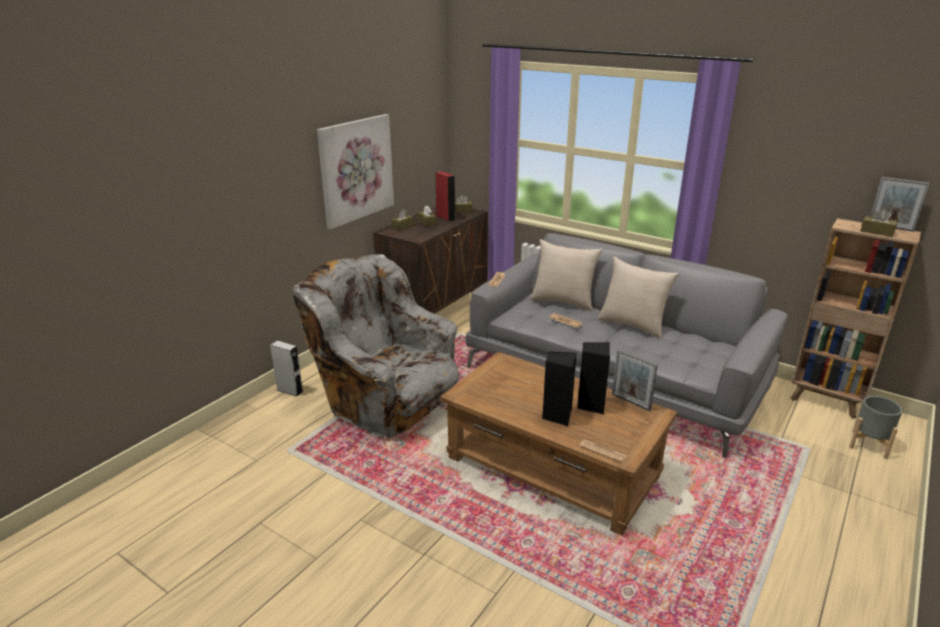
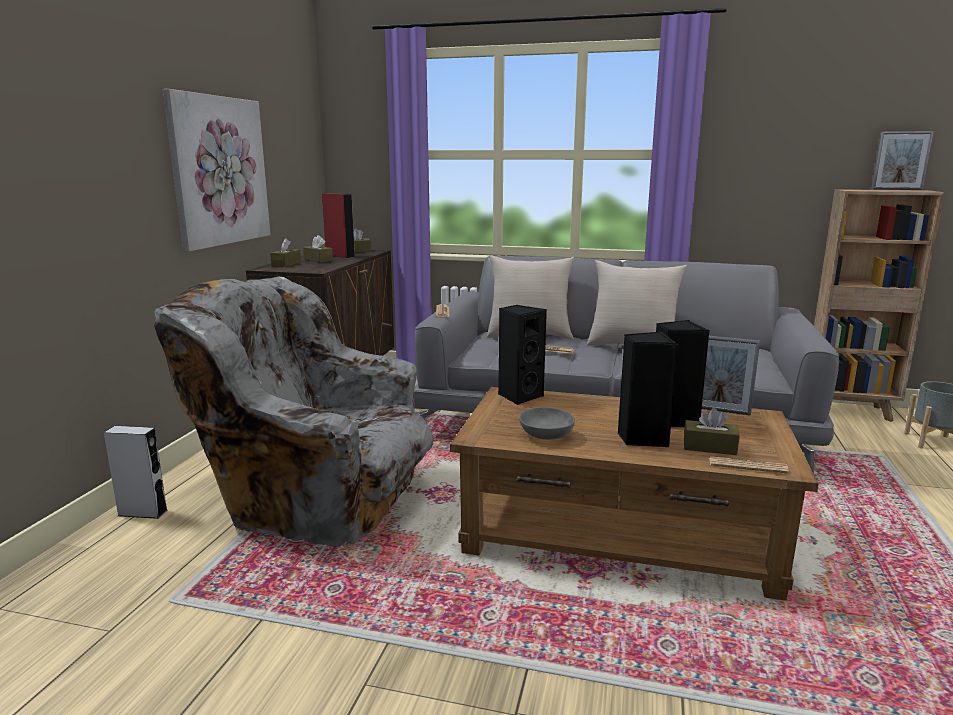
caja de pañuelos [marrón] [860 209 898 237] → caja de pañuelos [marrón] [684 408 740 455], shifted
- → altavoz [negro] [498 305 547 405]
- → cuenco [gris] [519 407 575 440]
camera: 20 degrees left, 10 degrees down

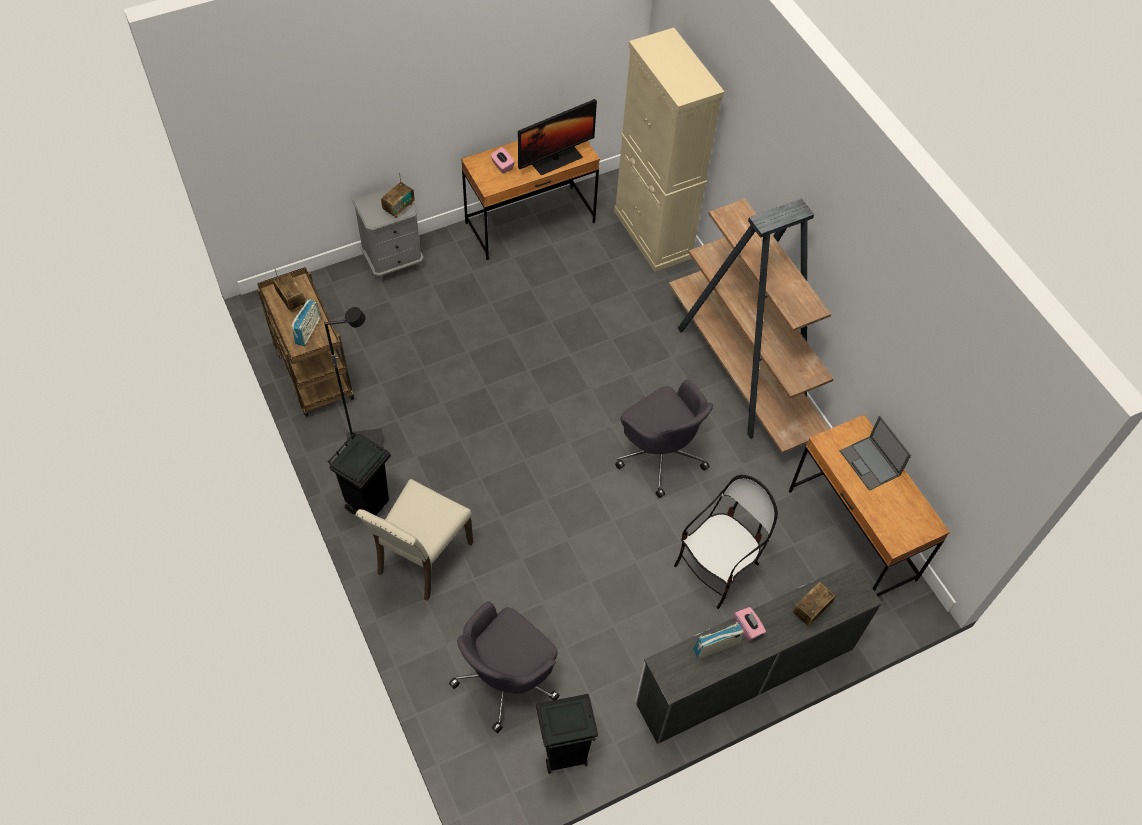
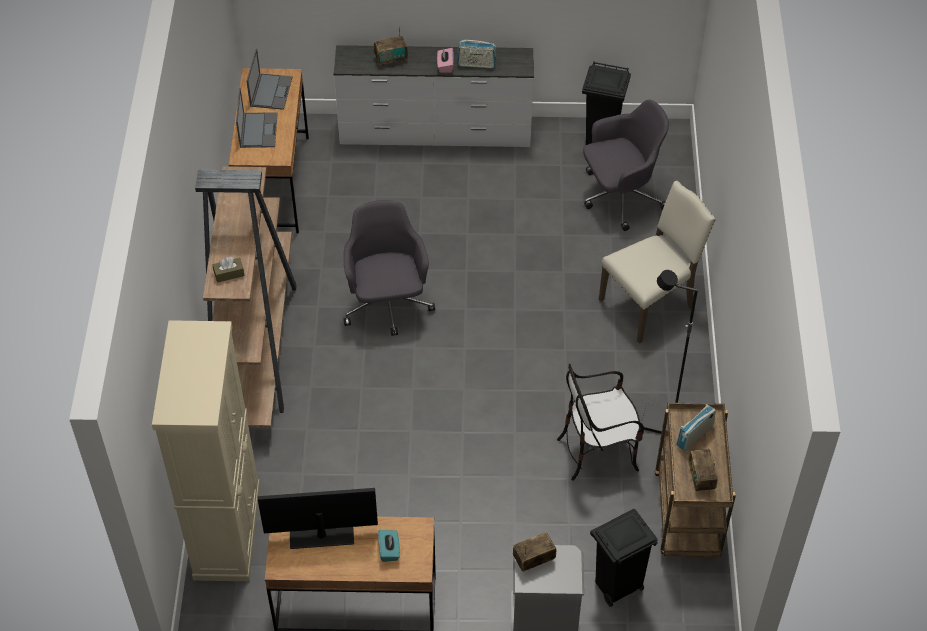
caja de pañuelos [rosa] [490 147 515 174] → caja de pañuelos [turquesa] [378 530 400 562]
papelera [negro] [328 432 391 515] → papelera [negro] [590 509 658 607], shifted
silla [674 475 778 609] → silla [557 364 644 481], shifted
- → portátil [246 48 292 110]
- → caja de pañuelos [marrón] [213 257 245 283]
camera: 150 degrees left, 5 degrees down

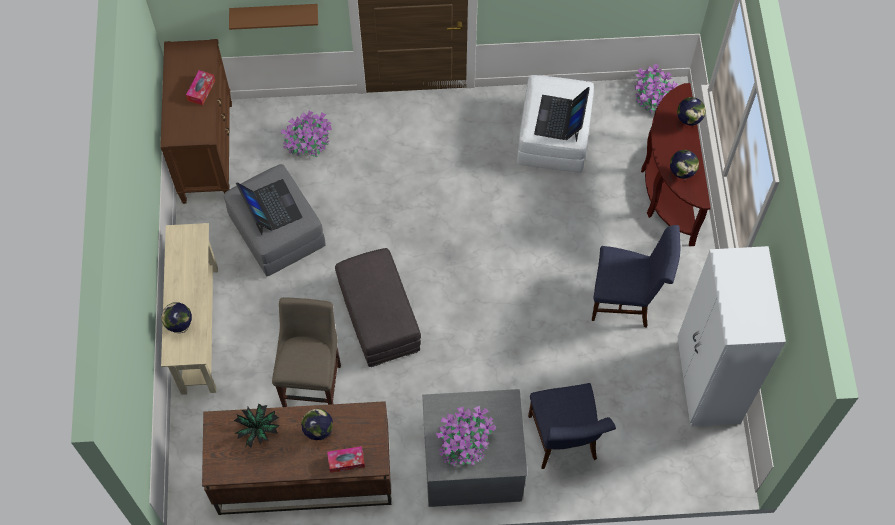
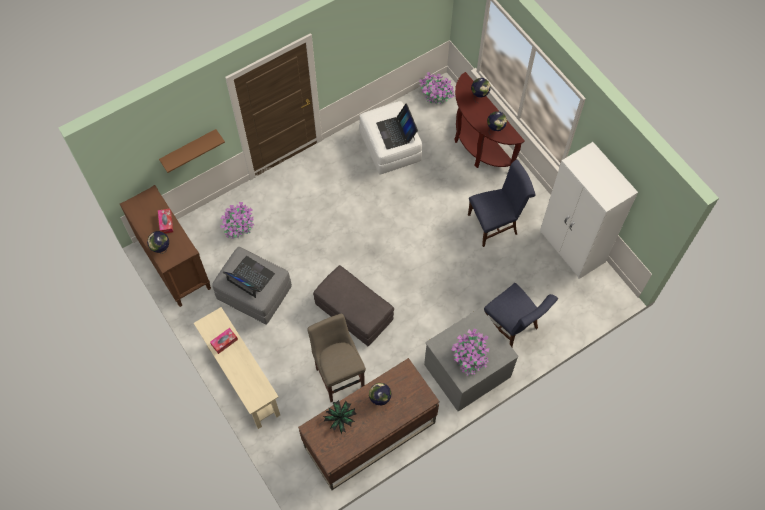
globo terráqueo [161 302 192 333] → globo terráqueo [147 231 169 254], shifted
caja de pañuelos [327 446 365 473] → caja de pañuelos [210 328 238 354], shifted
camera: 30 degrees left, 0 degrees up

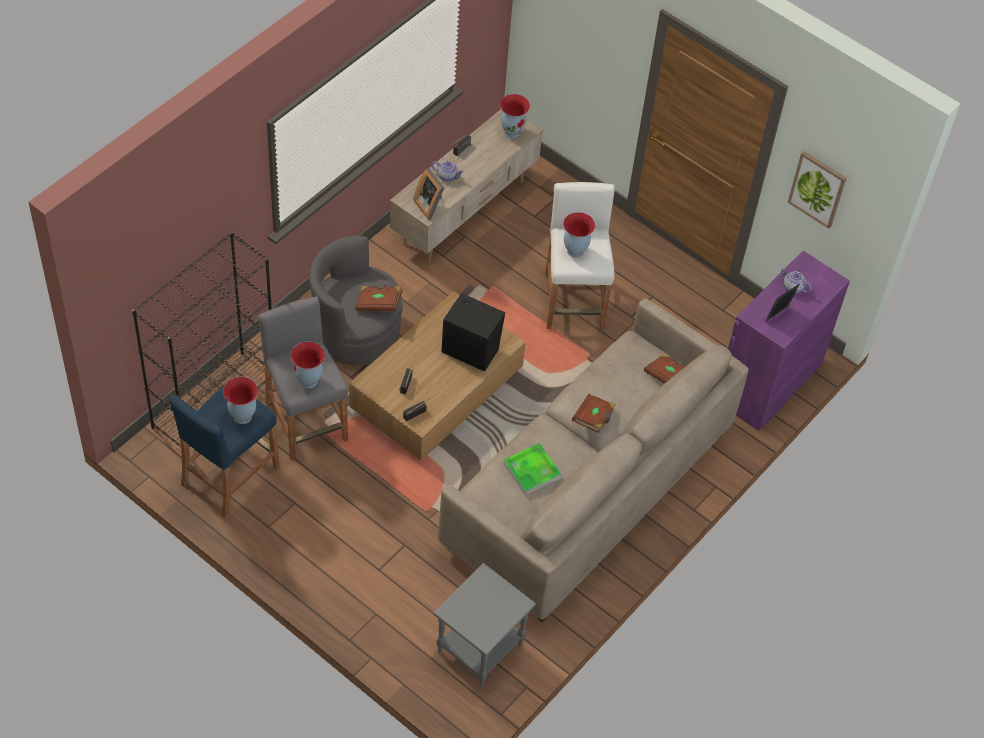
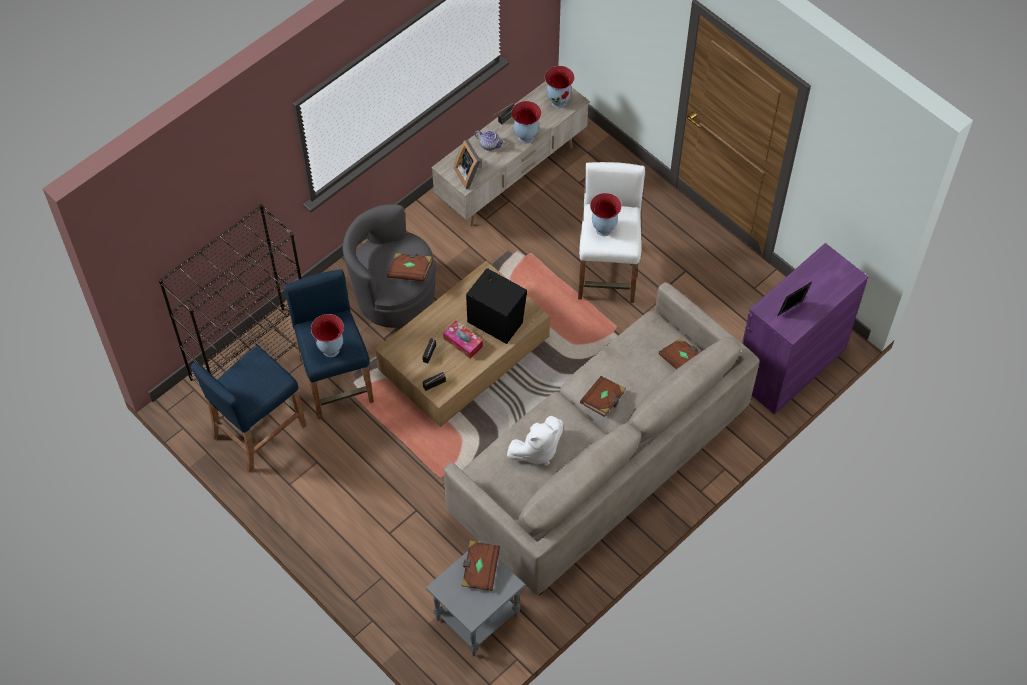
cuadro [788 151 846 229] → -
tetera [780 268 811 294] → -
taburete [gris] [258 297 348 460] → taburete [azul] [284 269 374 419]
florero [223 377 258 424] → florero [511 101 542 143], shifted
bandeja [503 443 561 495] → peluche [blanco] [507 416 563 466]
- → caja de pañuelos [443 321 483 359]
- → libro [marrón] [462 541 500 591]
camera: 10 degrees right, 5 degrees up

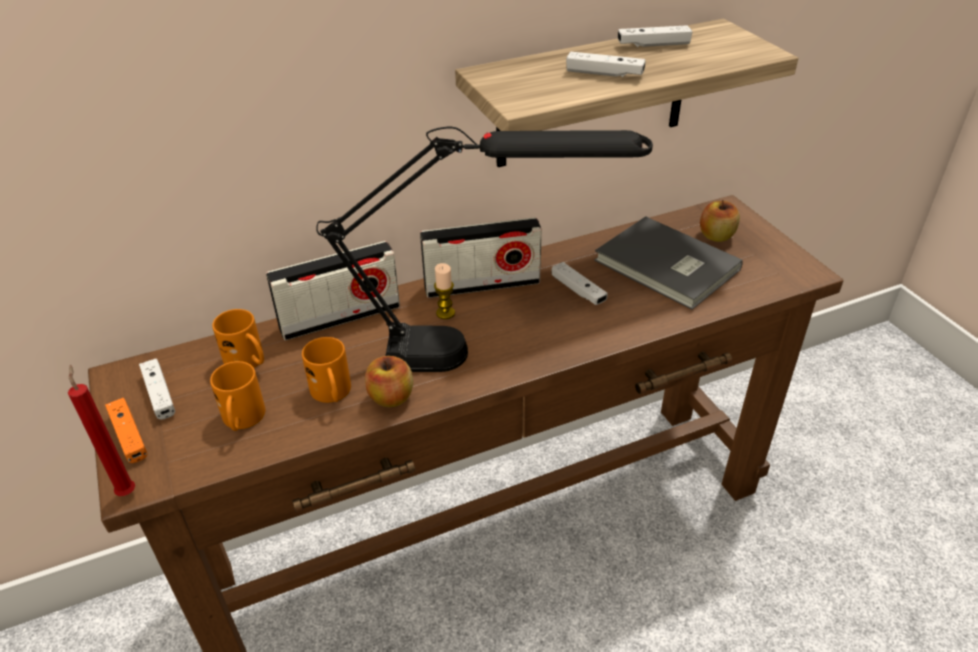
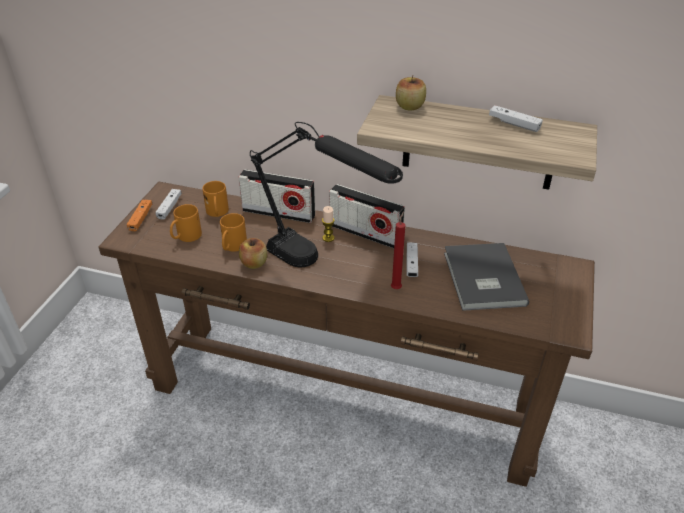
mando de consola [blanco] [566 52 645 77] → -
manzana [700 200 740 242] → manzana [396 75 426 111], shifted
vela [rojo] [68 365 135 496] → vela [rojo] [391 211 405 289], shifted
camera: 40 degrees right, 0 degrees up

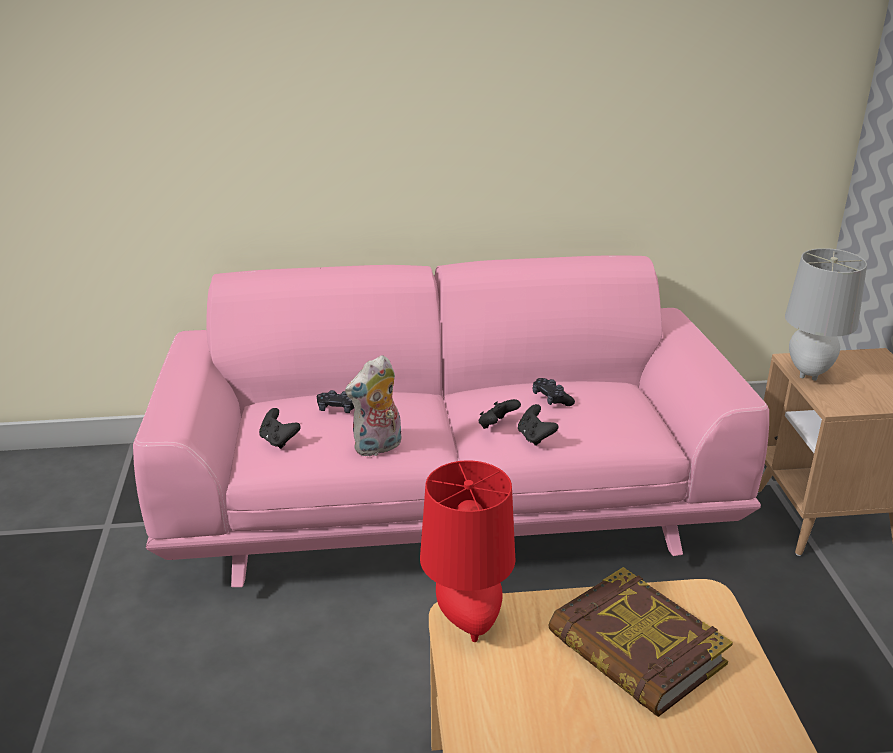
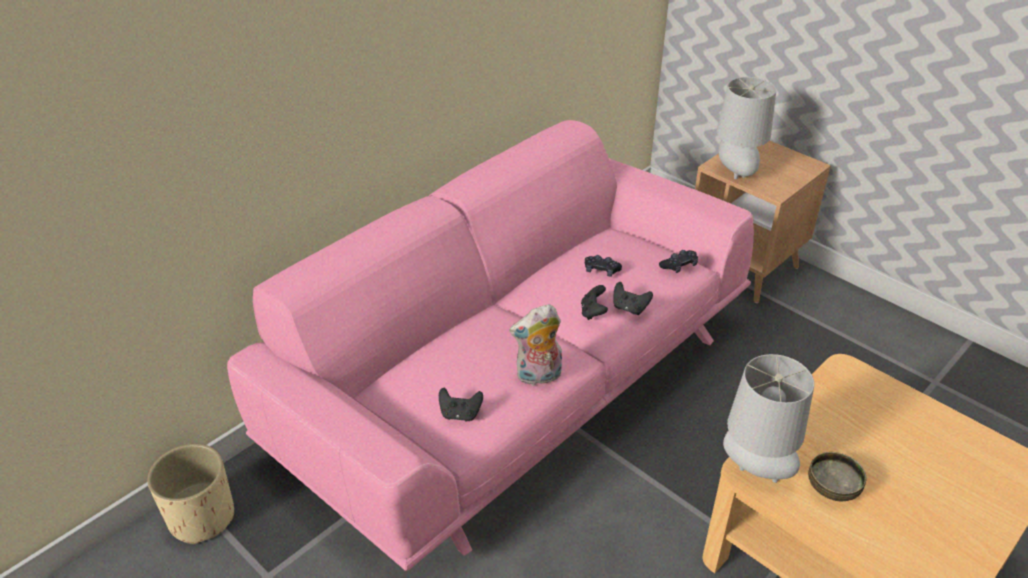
peluche [345 355 401 457] → peluche [509 304 562 386], 60 degrees clockwise
mando de consola [negro] [317 390 354 413] → mando de consola [negro] [659 250 698 273], shifted
lámpara de mesa [rojo] [420 460 515 642] → lámpara de mesa [gris] [723 354 814 483]
libro [548 567 733 717] → -
- → maceta [beis] [148 444 234 544]
- → cuenco [808 452 866 501]
camera: 40 degrees left, 10 degrees up

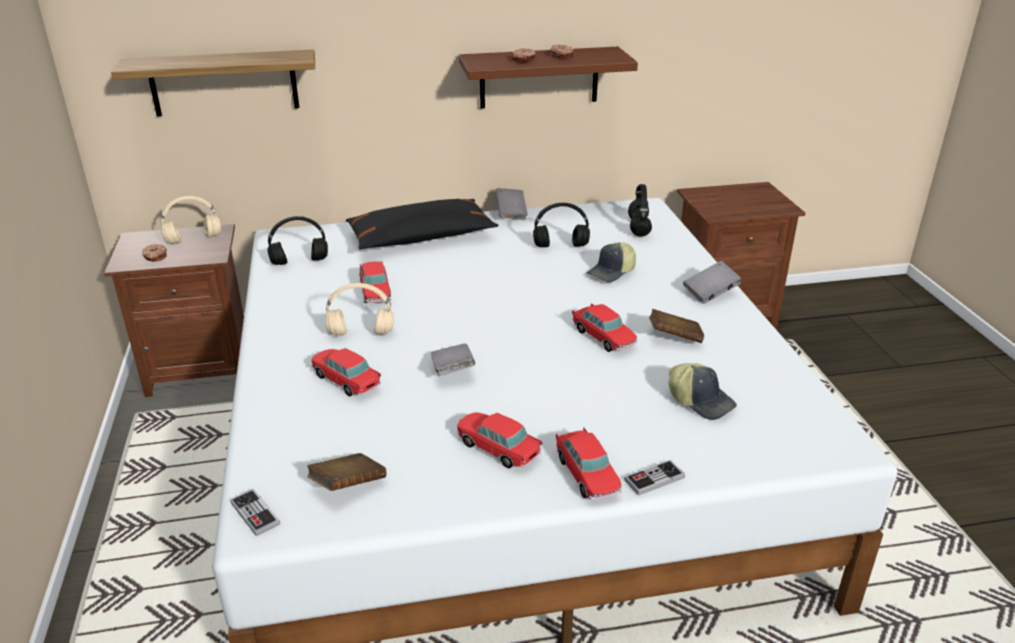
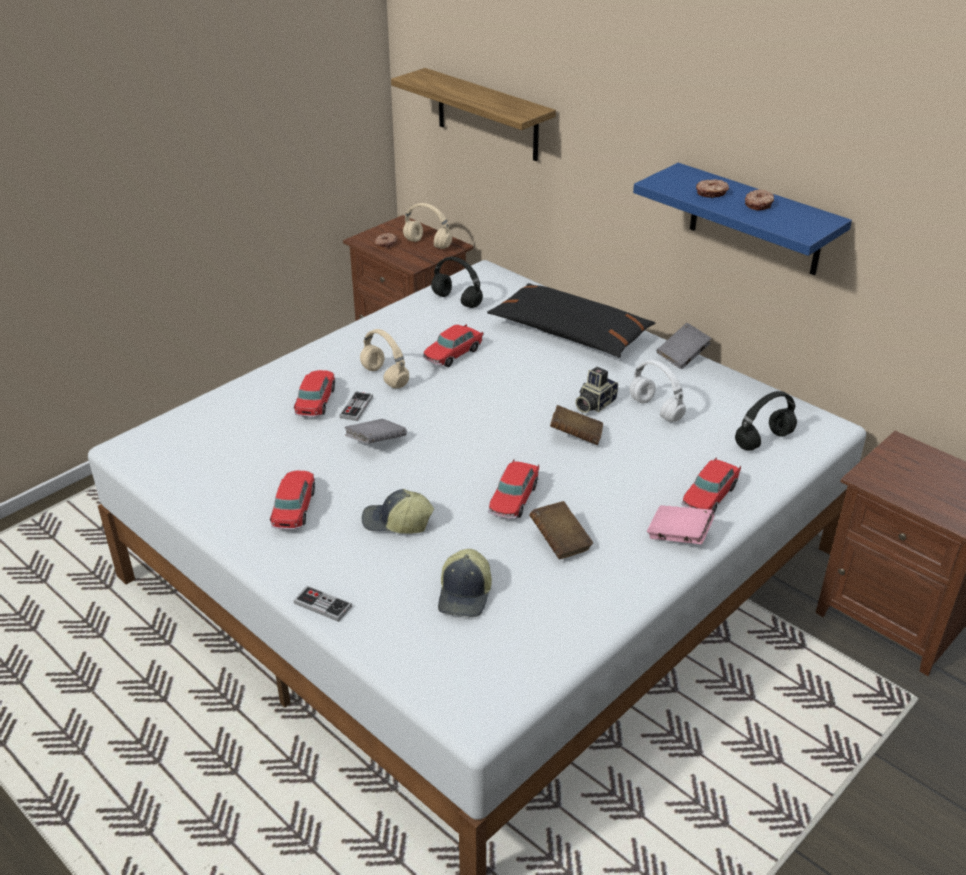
estante [marrón] [459 47 638 108] → estante [azul] [633 163 852 275]
auriculares [negro] [533 203 590 247] → auriculares [blanco] [629 360 686 422]
gorra [587 242 636 282] → gorra [362 489 434 534], shifted
libro [gris] [683 261 741 304] → libro [rosa] [647 505 714 544]
coche de juguete [556 428 622 500] → coche de juguete [681 457 741 513], shifted
libro [marrón] [307 453 386 491] → libro [marrón] [550 405 603 445], shifted
mando de consola [230 489 280 536] → mando de consola [339 391 373 421], shifted
- → cámara [575 367 618 413]
camera: 55 degrees right, 5 degrees up

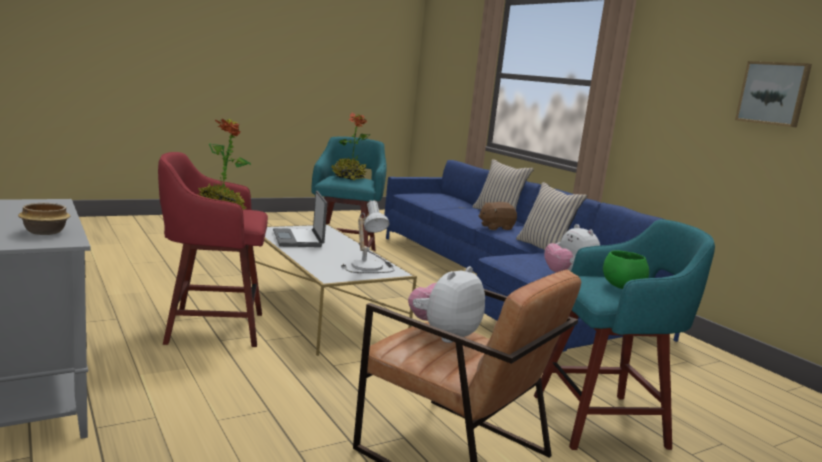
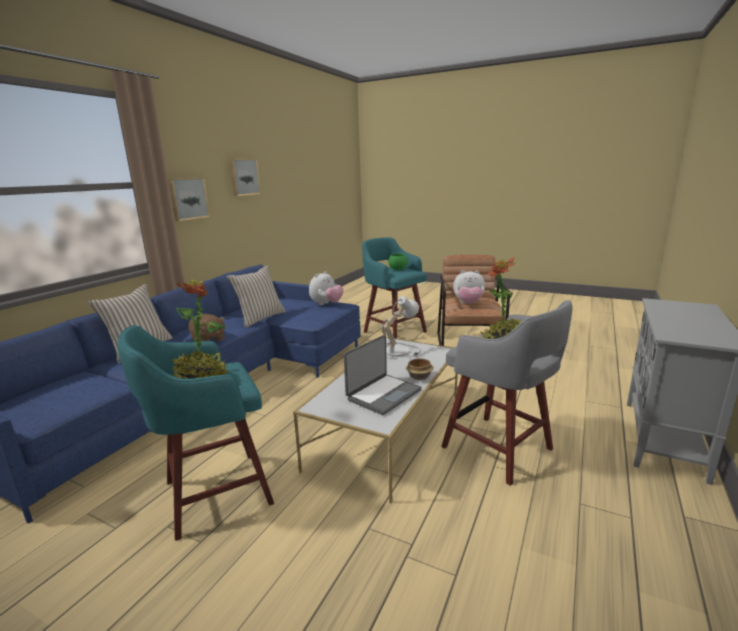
taburete [rojo] [158 152 268 347] → taburete [gris] [441 300 573 486]
cuenco [18 203 70 235] → cuenco [406 358 433 380], shifted
- → cuadro [168 177 210 221]
camera: 120 degrees left, 5 degrees up

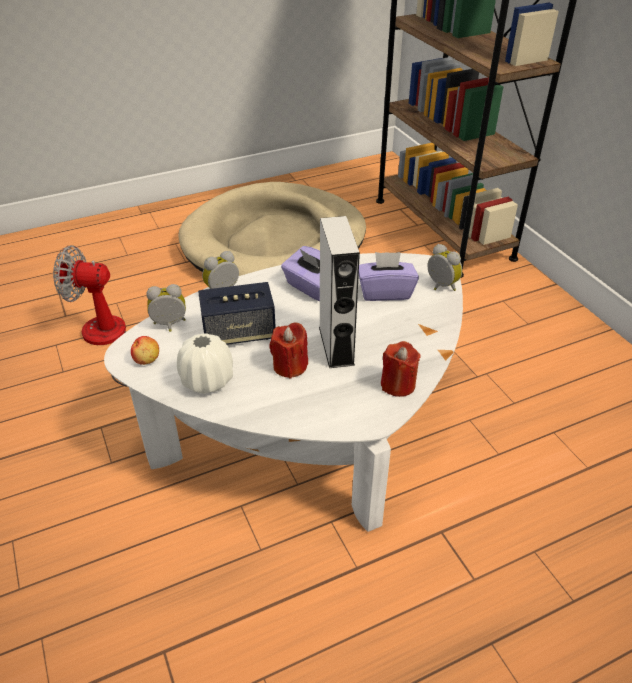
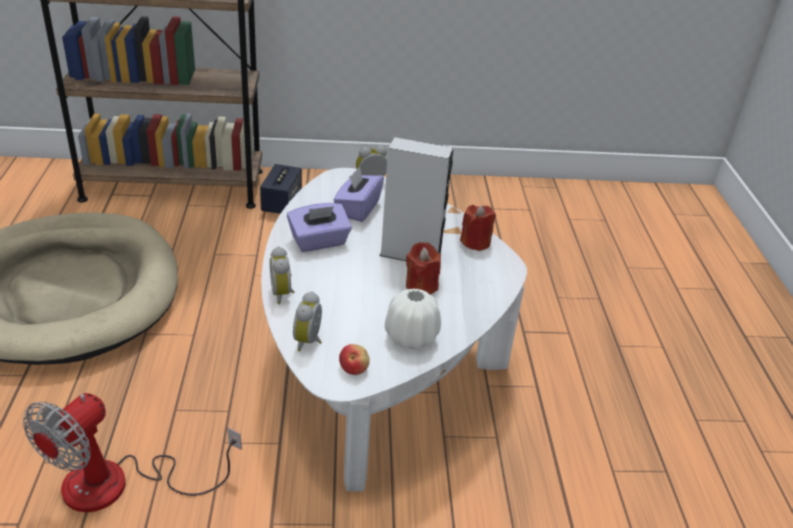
altavoz [198 282 276 345] → altavoz [260 164 302 214], shifted
camera: 70 degrees left, 5 degrees down

